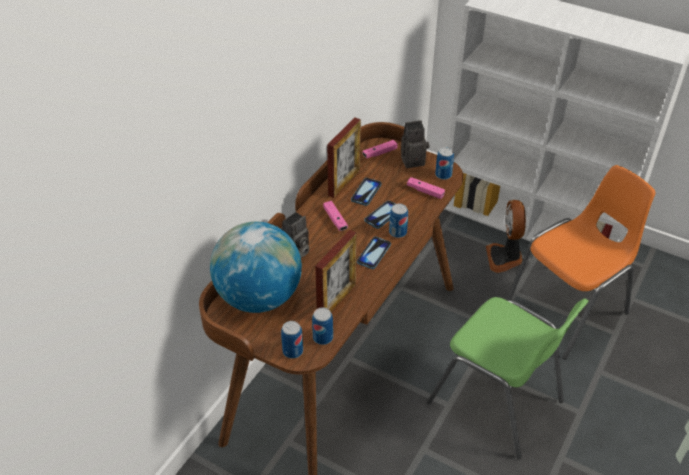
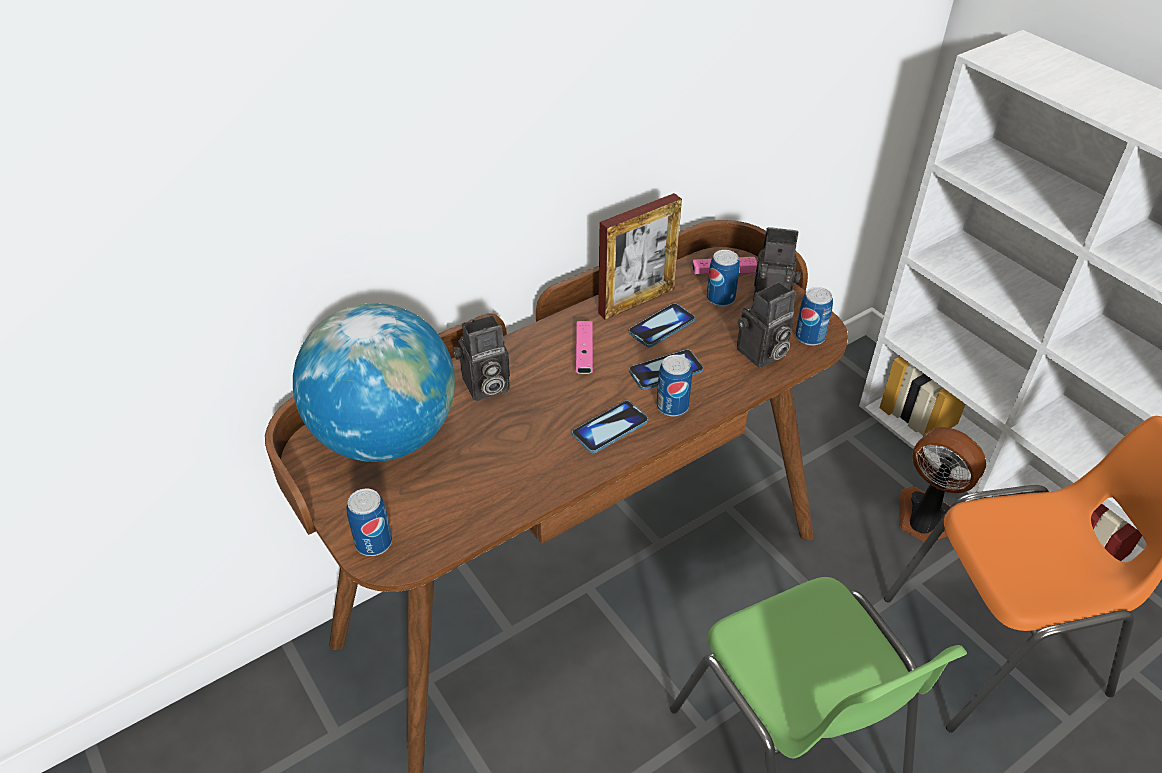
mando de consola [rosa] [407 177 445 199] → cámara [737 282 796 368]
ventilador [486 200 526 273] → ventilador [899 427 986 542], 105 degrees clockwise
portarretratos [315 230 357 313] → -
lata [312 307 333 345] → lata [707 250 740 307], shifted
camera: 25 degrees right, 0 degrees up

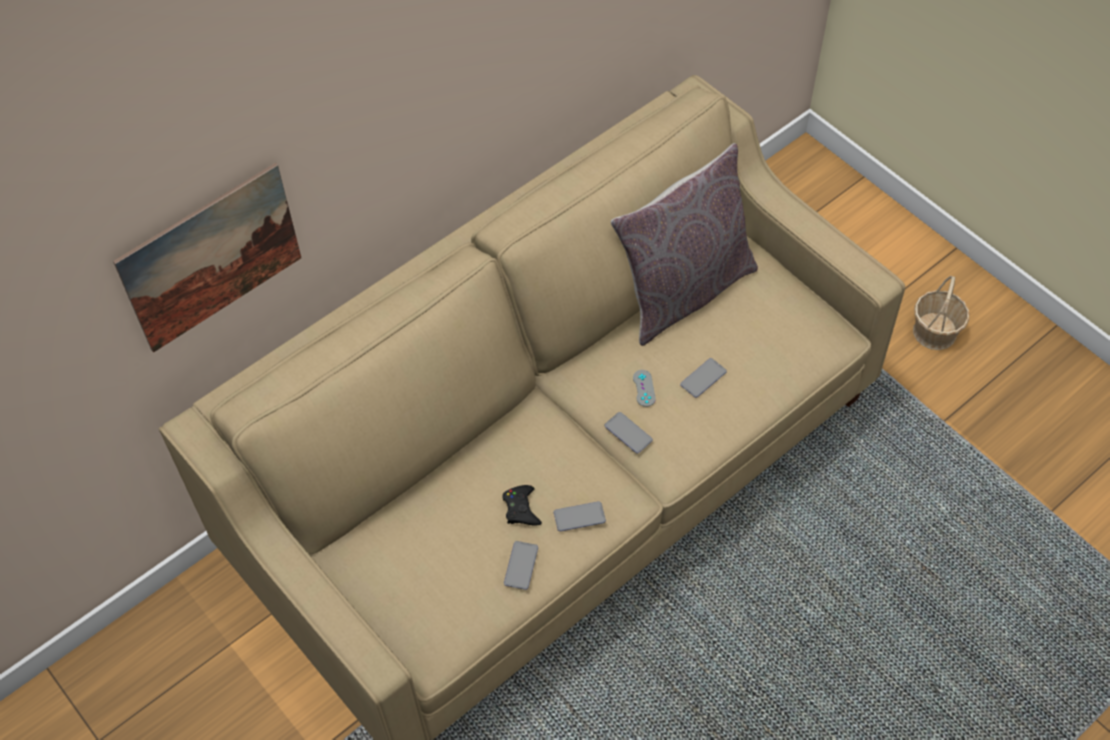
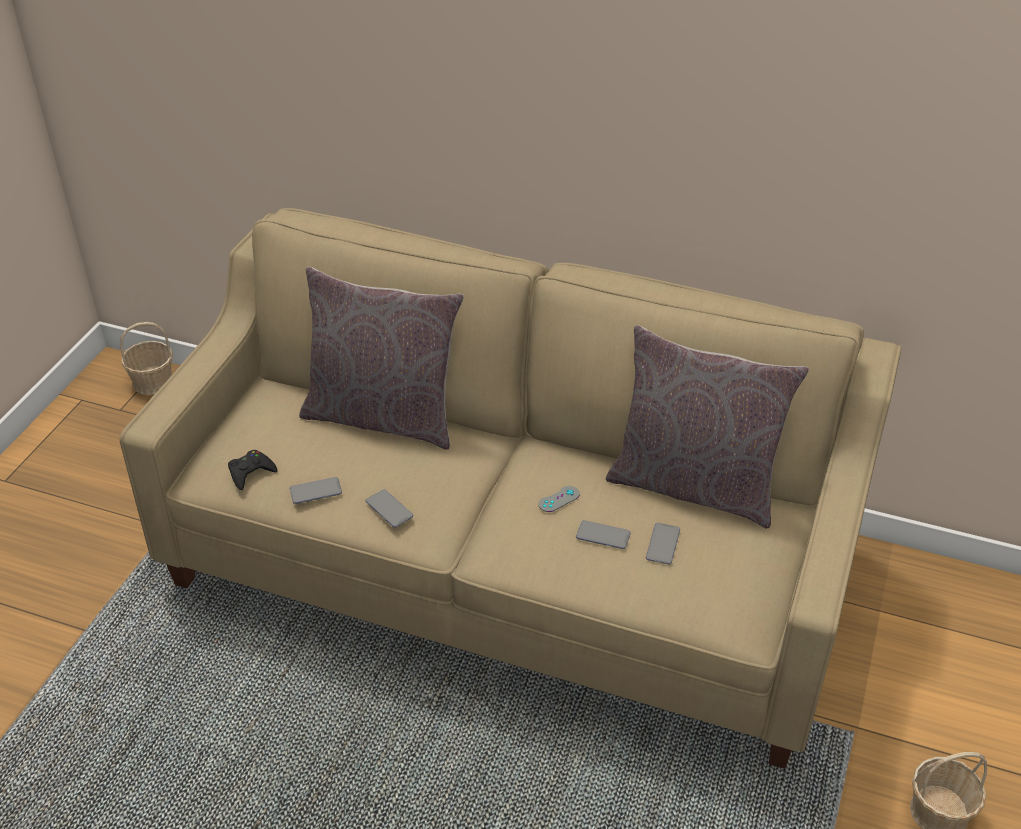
cuadro [113 163 301 353] → -
móvil [605 412 653 453] → móvil [646 523 680 565], shifted
mando de consola [negro] [502 485 542 526] → mando de consola [negro] [228 450 277 490], shifted
- → cojín [gris] [299 267 464 450]
- → cesta [120 322 173 395]
camera: 60 degrees right, 15 degrees down

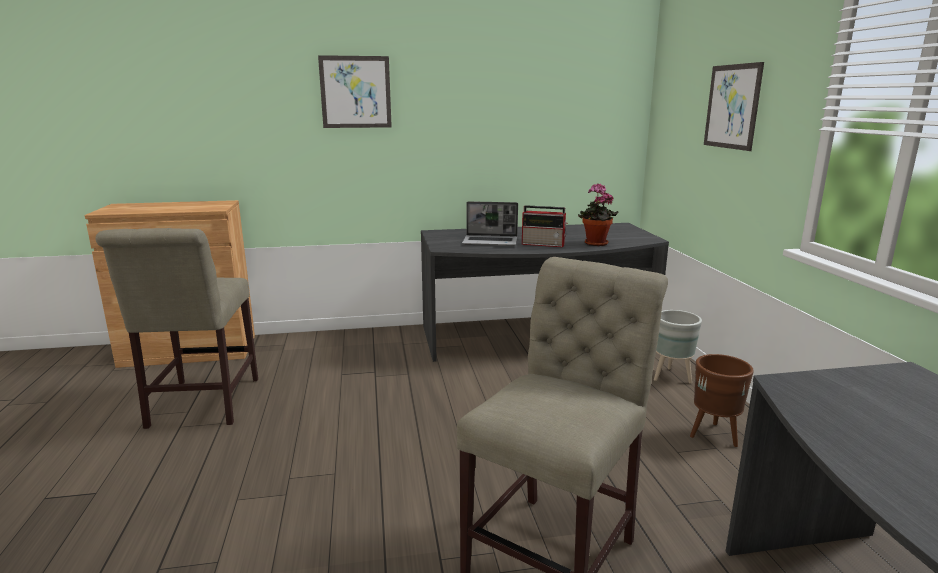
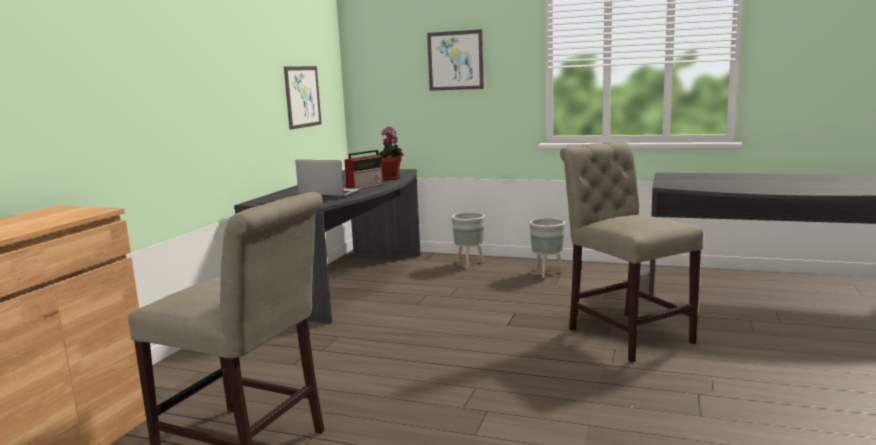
cuadro [318 55 392 128] → cuadro [284 66 322 130], shifted
portátil [462 201 518 246] → portátil [296 160 361 198], 105 degrees counterclockwise
maceta [marrón] [690 354 754 447] → maceta [gris] [529 218 565 278]
camera: 60 degrees left, 5 degrees down

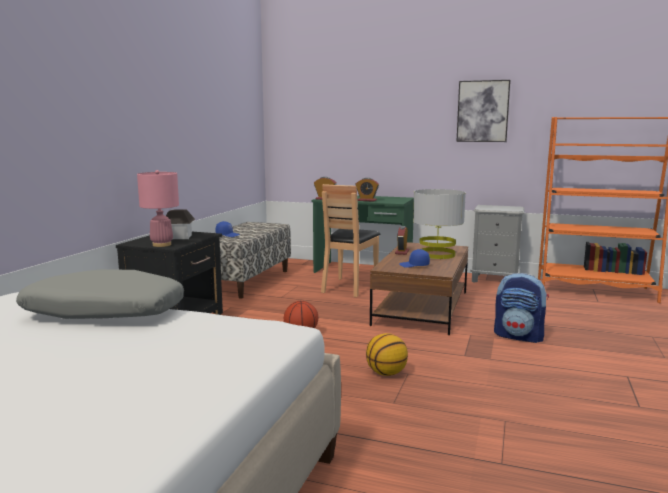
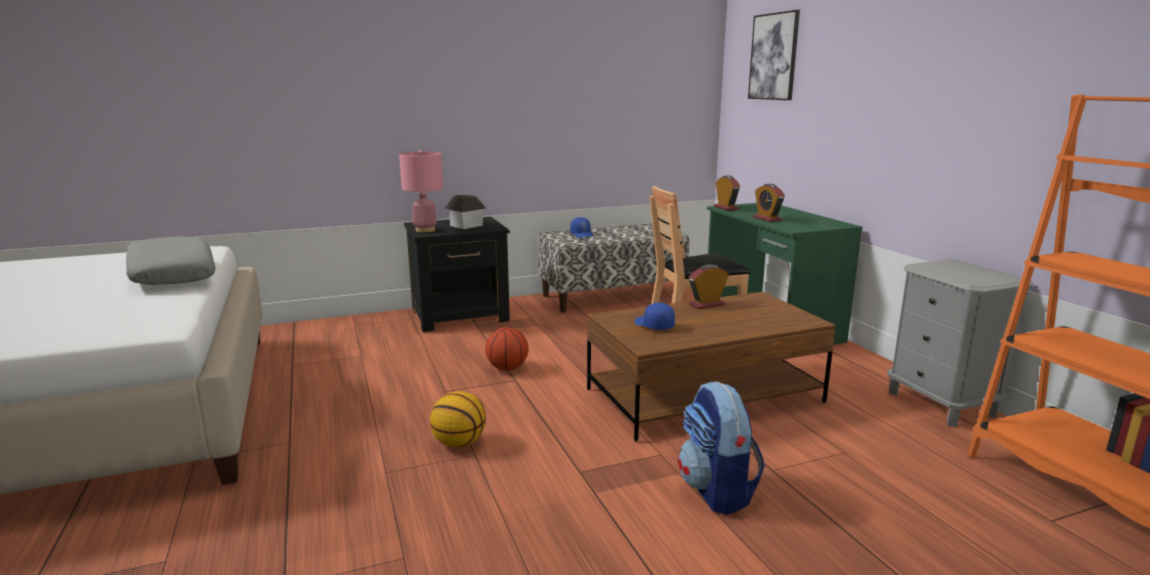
cuadro [456 80 510 142] → cuadro [748 10 800 100], shifted
lámpara de mesa [gris] [413 189 466 259] → -
camera: 50 degrees right, 5 degrees up

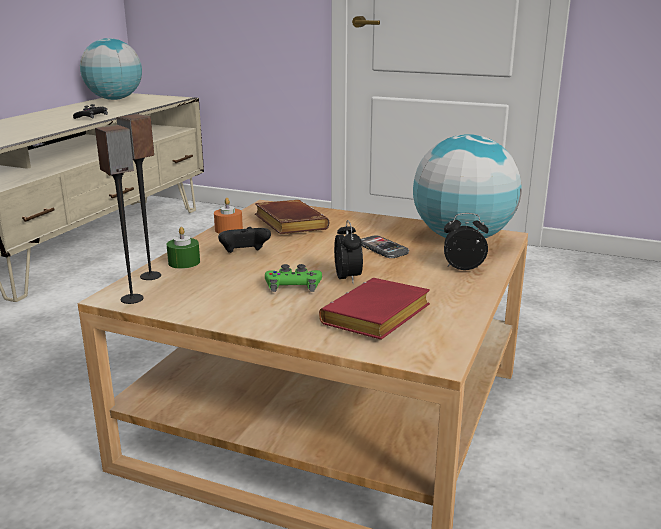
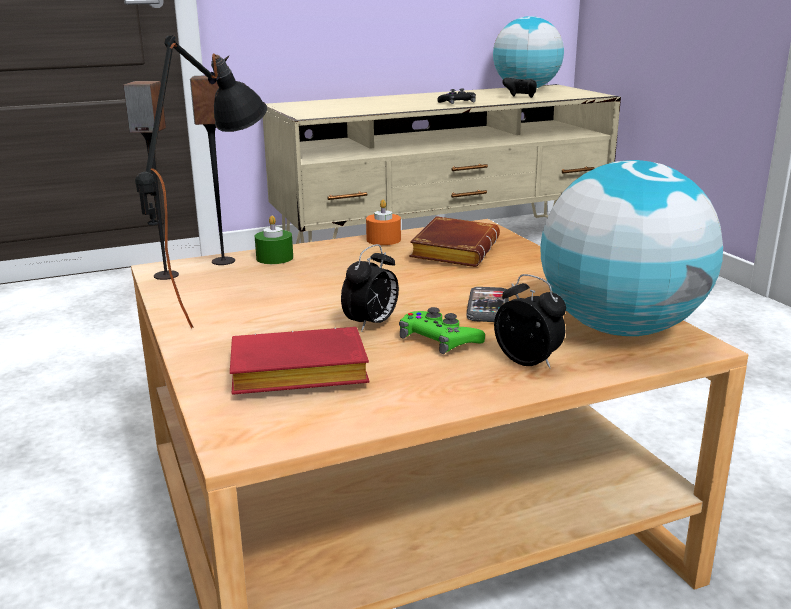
mando de consola [negro] [218 227 271 253] → mando de consola [negro] [502 78 537 98], shifted
mando de consola [verde] [265 264 322 292] → mando de consola [verde] [399 307 485 354], shifted
- → lámpara de mesa [negro] [135 35 267 329]
camera: 45 degrees right, 0 degrees up

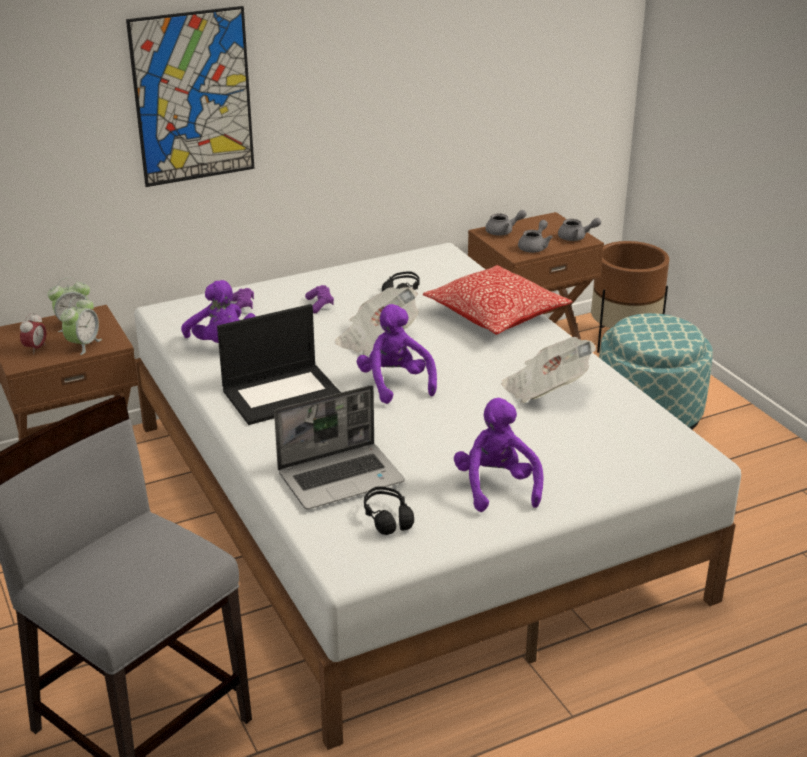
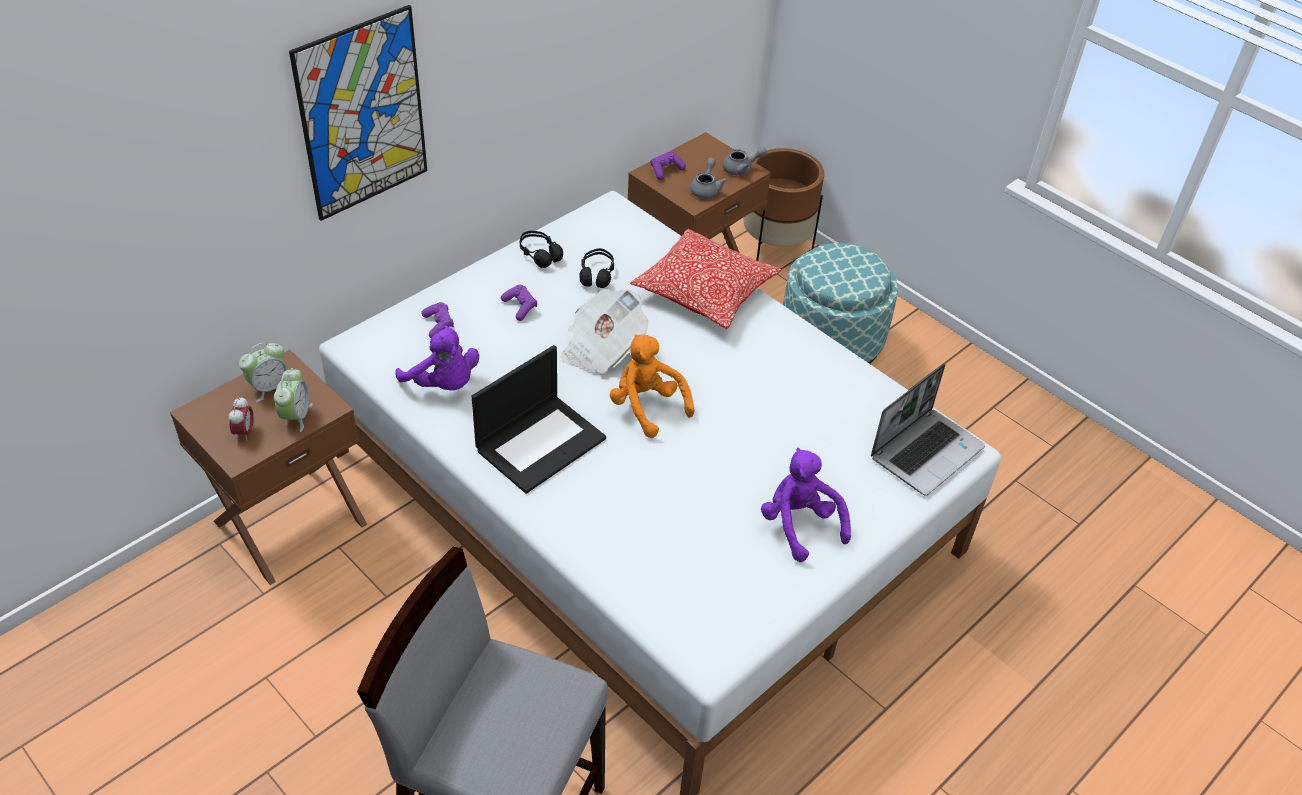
tetera [gris] [485 210 527 236] → mando de consola [morado] [651 151 686 180]
peluche [morado] [356 304 437 404] → peluche [naranja] [610 334 695 438]
periódico [501 337 596 403] → -
portátil [274 385 405 509] → portátil [871 363 985 496], shifted
auriculares [negro] [364 486 414 535] → auriculares [negro] [520 231 563 268], shifted
camera: 20 degrees left, 15 degrees up

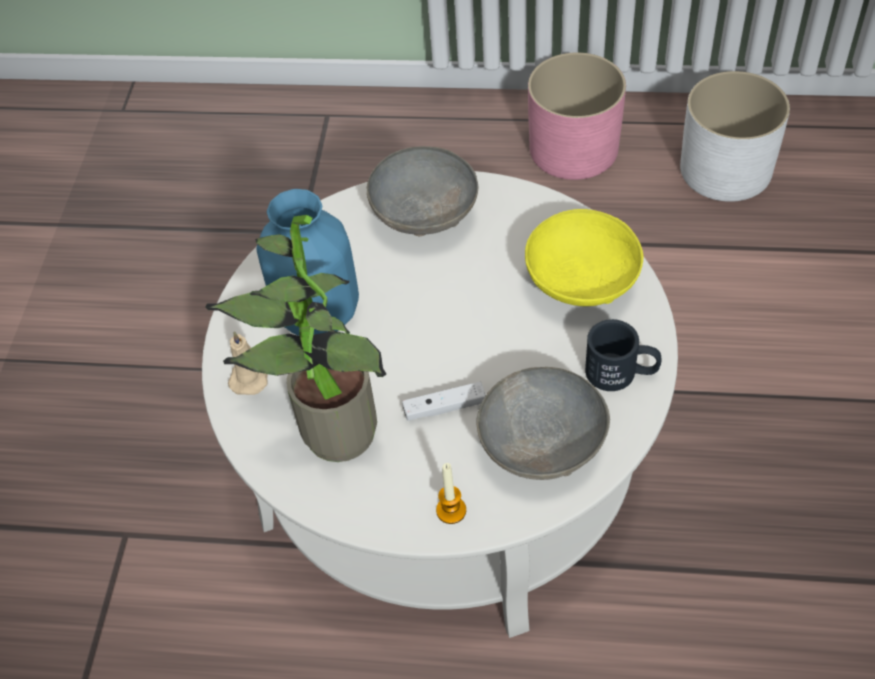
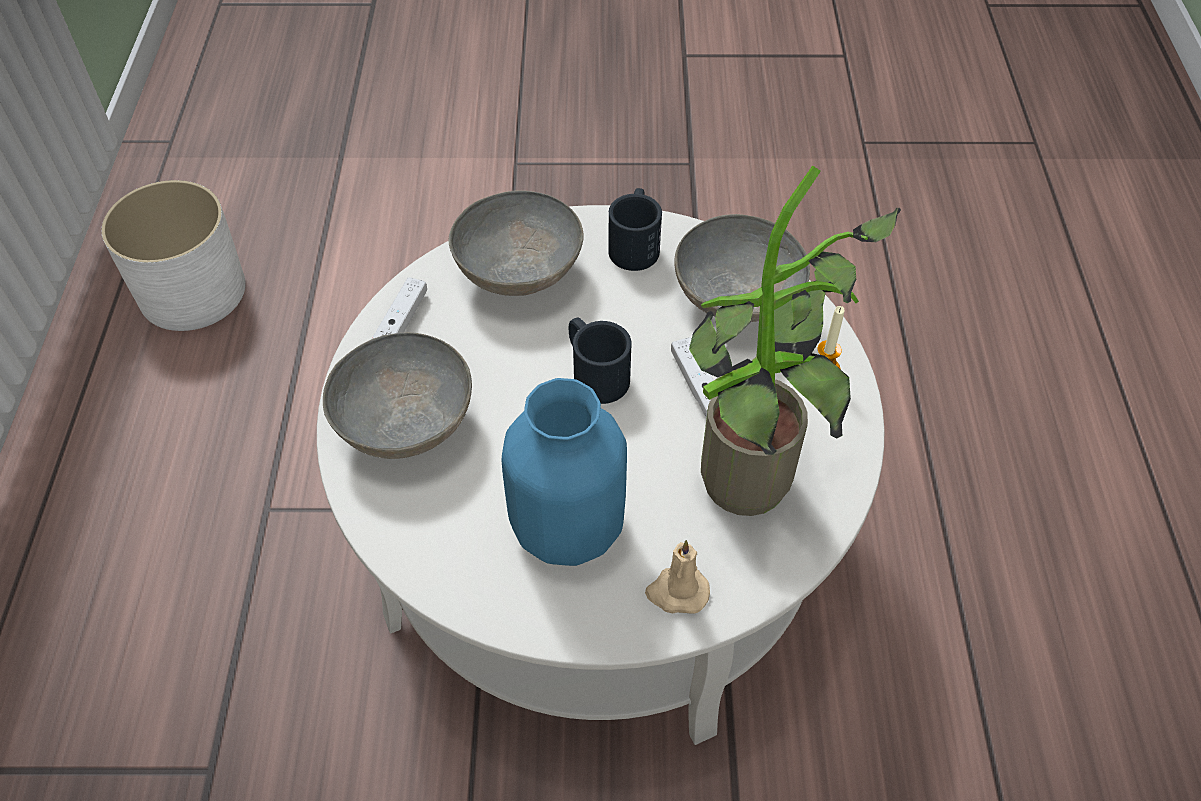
maceta [rosa] [528 53 626 180] → -
cuenco [amarillo] [525 209 644 306] → cuenco [gris] [448 190 584 296]
- → mando de consola [blanco] [372 277 427 339]
- → taza grande [negro] [569 317 632 404]
camera: 100 degrees left, 0 degrees up

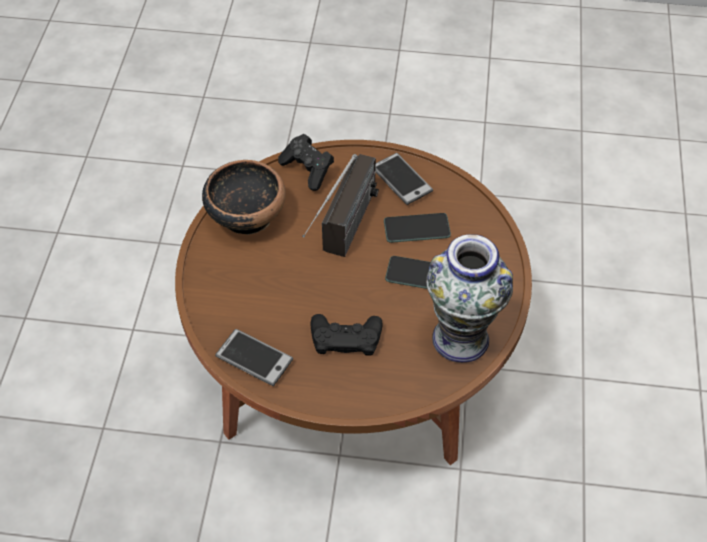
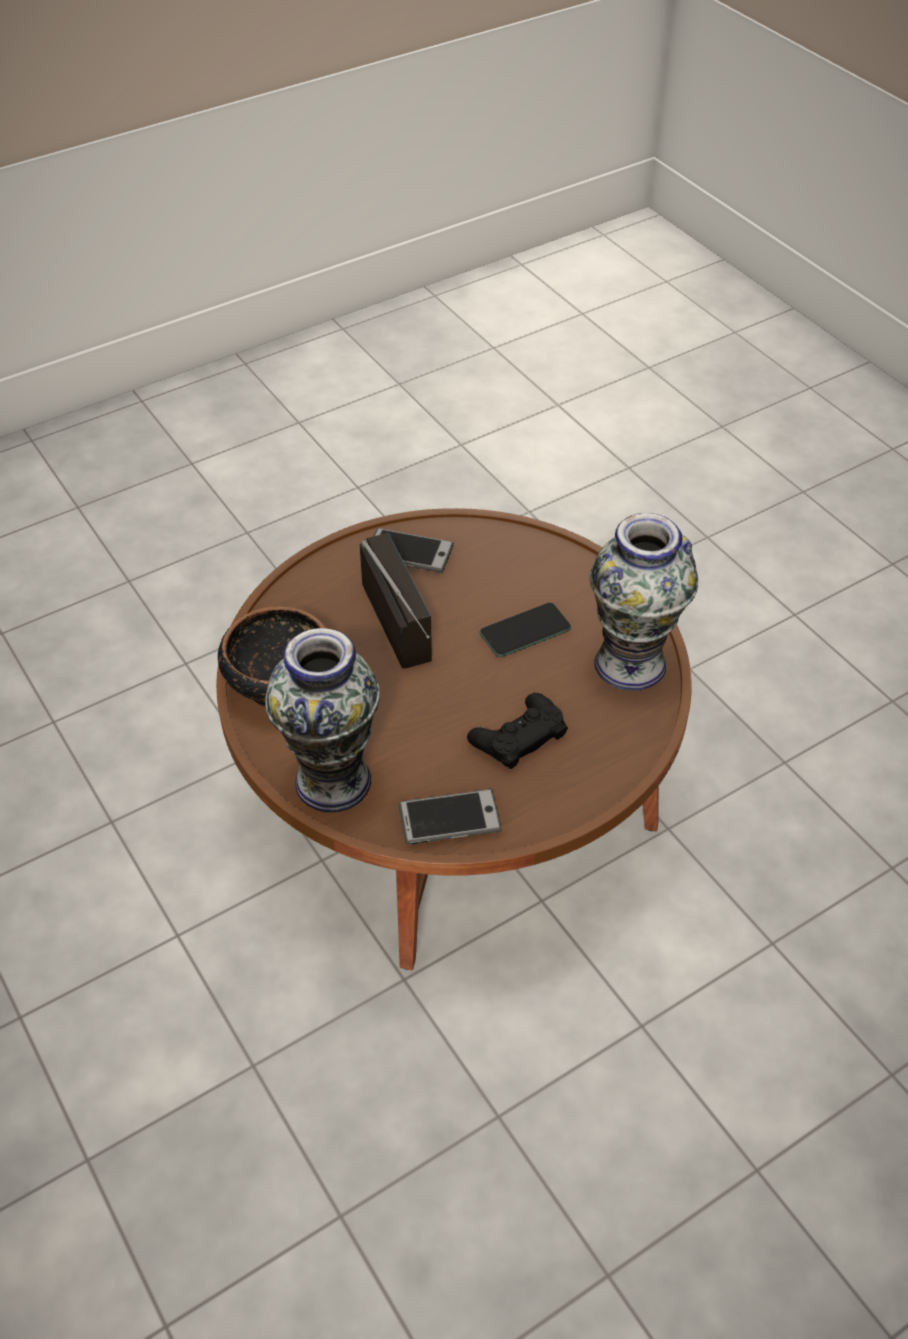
mando de consola [negro] [278 134 334 191] → -
móvil [384 213 451 243] → -
- → florero [265 628 380 813]
camera: 40 degrees left, 5 degrees down

